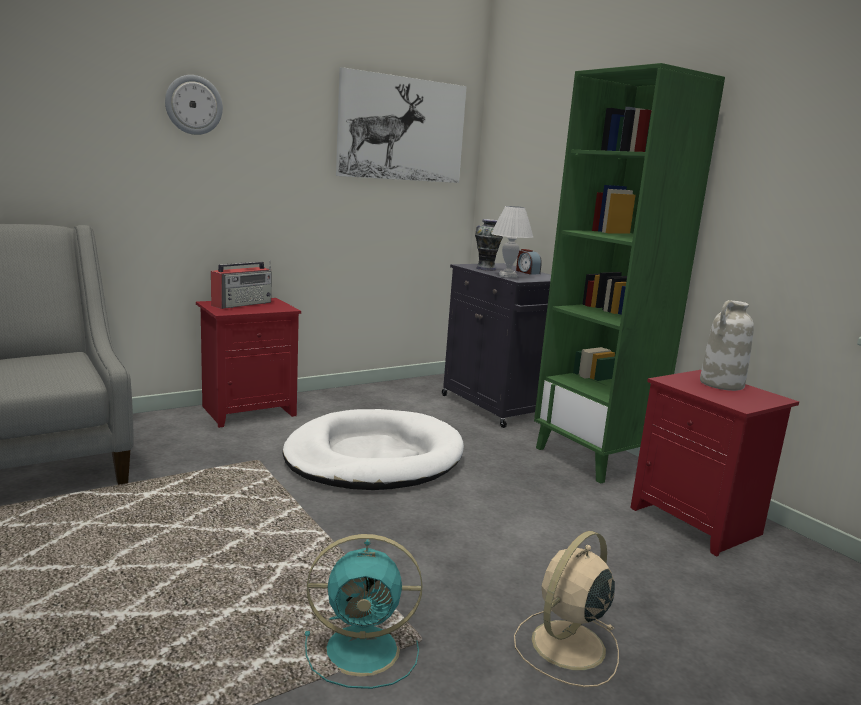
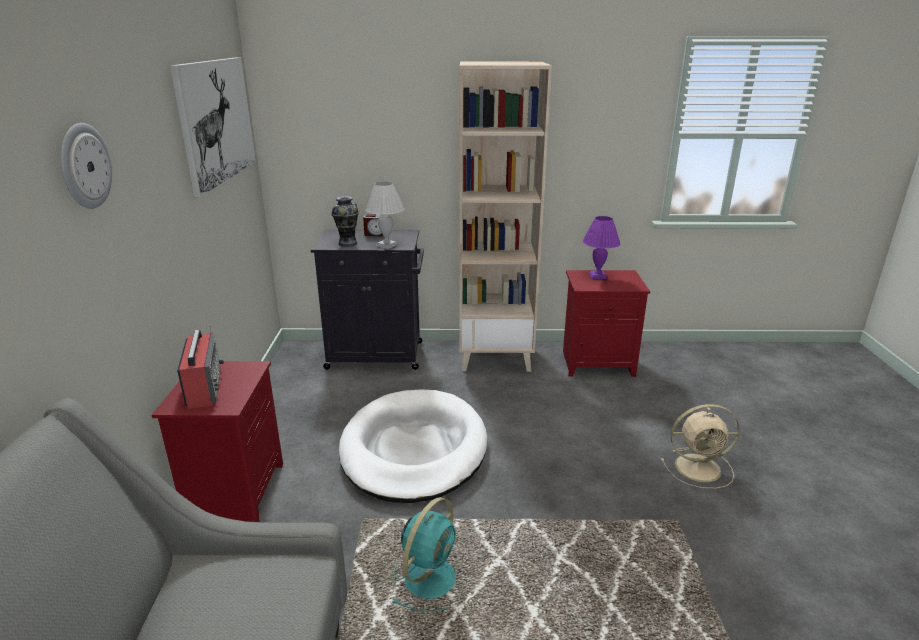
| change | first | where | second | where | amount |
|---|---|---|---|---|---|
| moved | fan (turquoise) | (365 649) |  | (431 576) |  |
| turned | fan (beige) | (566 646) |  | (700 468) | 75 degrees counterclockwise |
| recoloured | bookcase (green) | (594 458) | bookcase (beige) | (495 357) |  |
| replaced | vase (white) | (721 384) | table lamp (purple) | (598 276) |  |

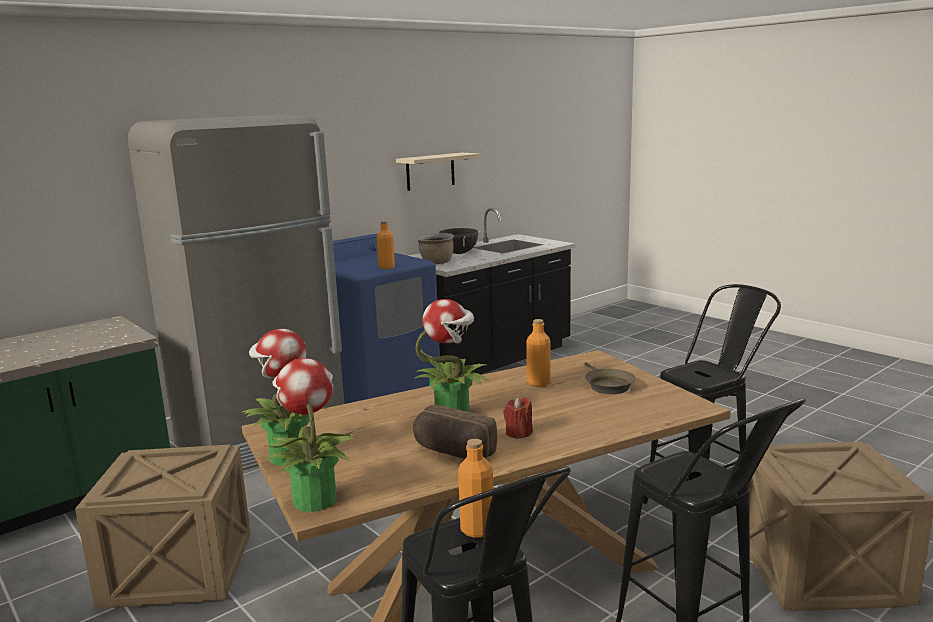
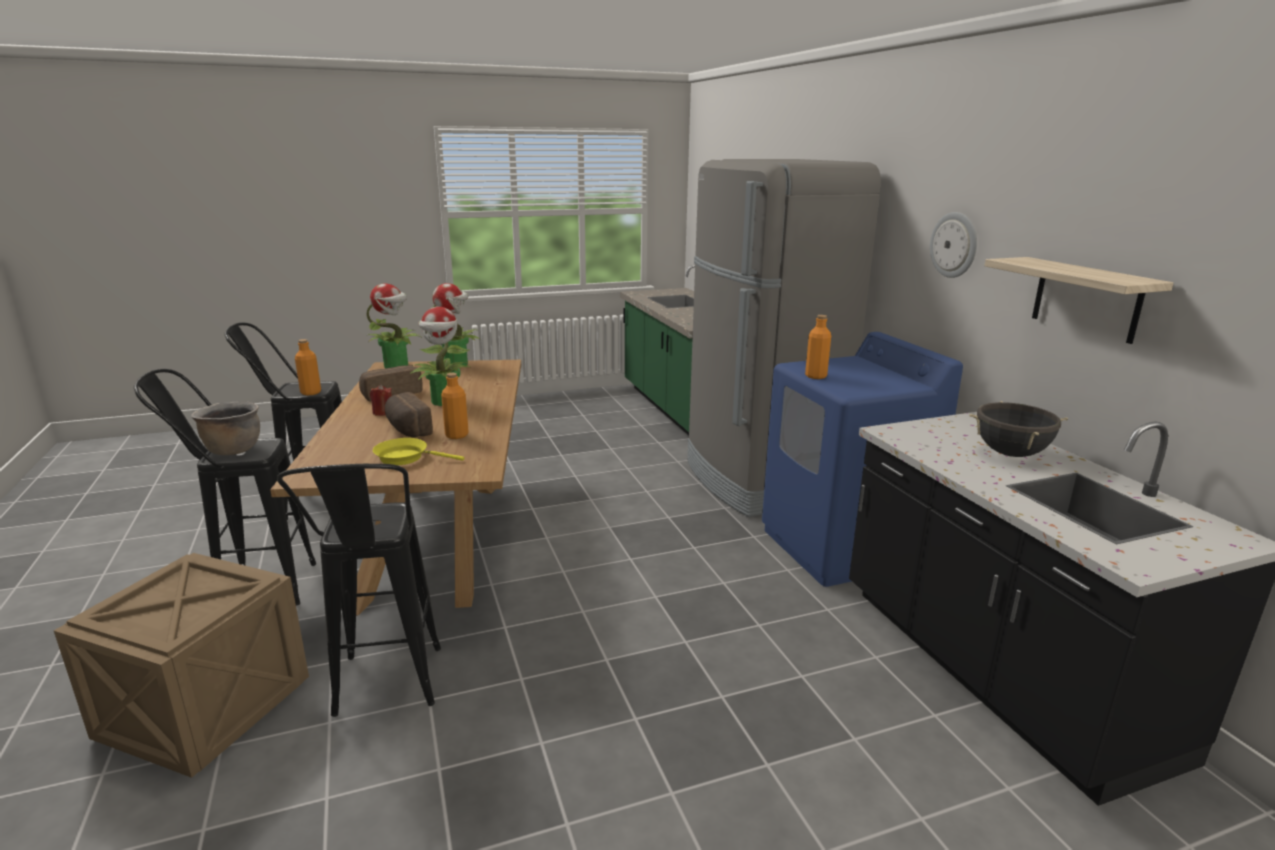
| change | first | where | second | where | amount |
|---|---|---|---|---|---|
| removed | crate | (176 571) |  |  |  |
| moved | cooking pot (brown) | (437 263) |  | (233 450) |  |
| recoloured | frying pan (brown) | (607 385) | frying pan (yellow) | (406 458) |  |
| added |  |  | bread | (407 429) |  |
| added |  |  | wall clock | (954 245) |  |

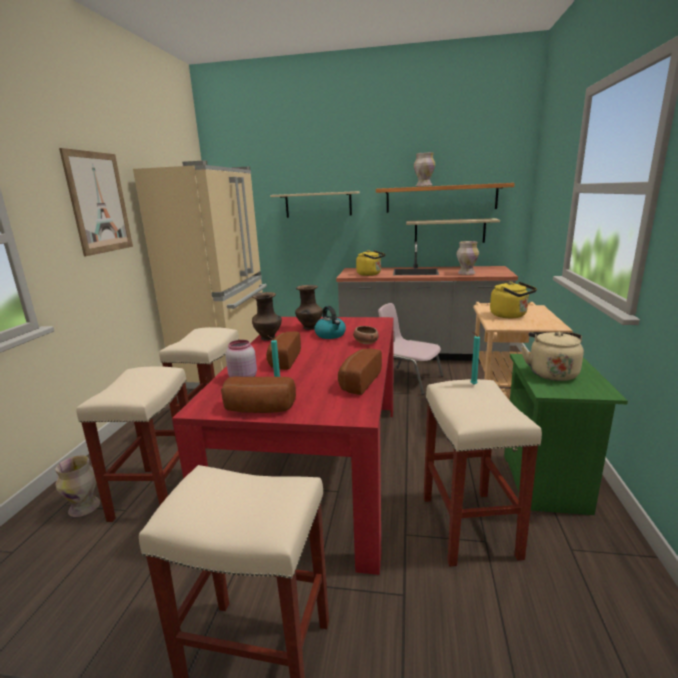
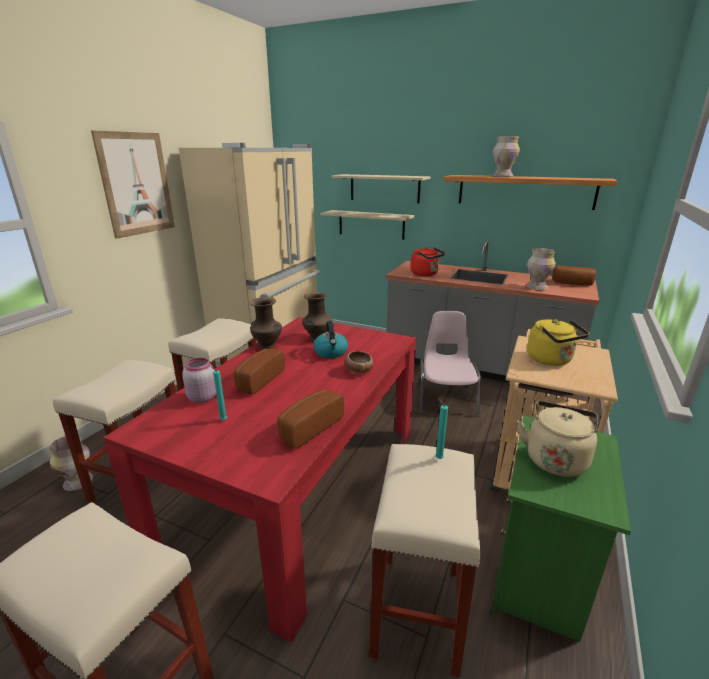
| change | first | where | second | where | amount |
|---|---|---|---|---|---|
| moved | bread | (258 410) |  | (572 284) |  |
| recoloured | kettle (yellow) | (370 274) | kettle (red) | (426 274) |  |
| turned | chair (pink) | (408 379) |  | (446 399) | 45 degrees clockwise |
| moved | shelf (beige) | (449 231) |  | (371 224) |  |

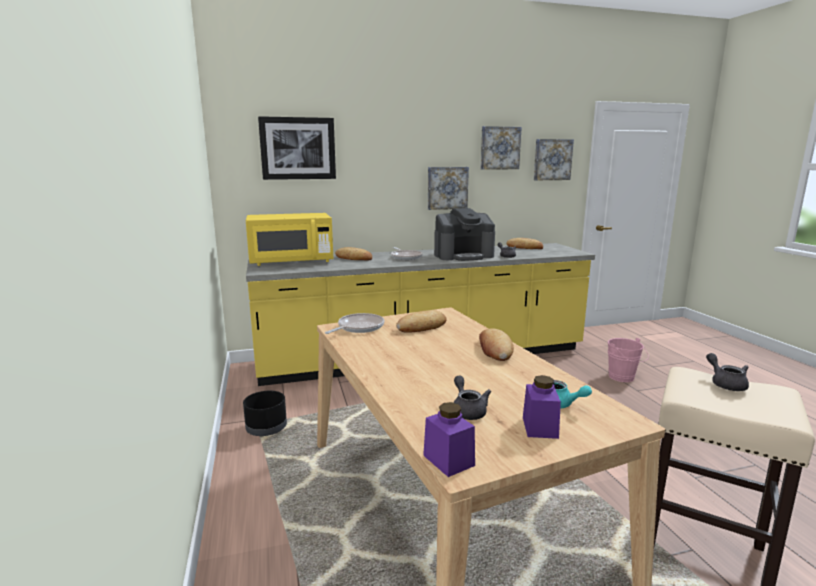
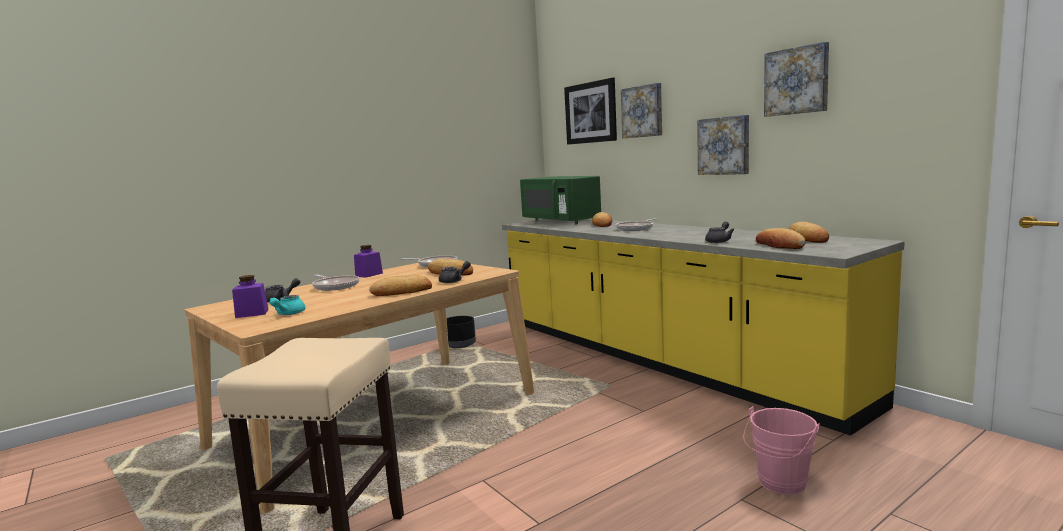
| change | first | where | second | where | amount |
|---|---|---|---|---|---|
| recoloured | microwave (yellow) | (291 262) | microwave (green) | (561 221) |  |
| moved | jar (purple) | (448 460) |  | (369 274) |  |
| removed | coffee machine | (463 255) |  |  |  |
| moved | picture | (552 159) |  | (643 111) |  |
| moved | teapot (grey) | (726 384) |  | (454 281) |  |
| added |  |  | frying pan | (335 286) |  |
| added |  |  | bread | (780 245) |  |

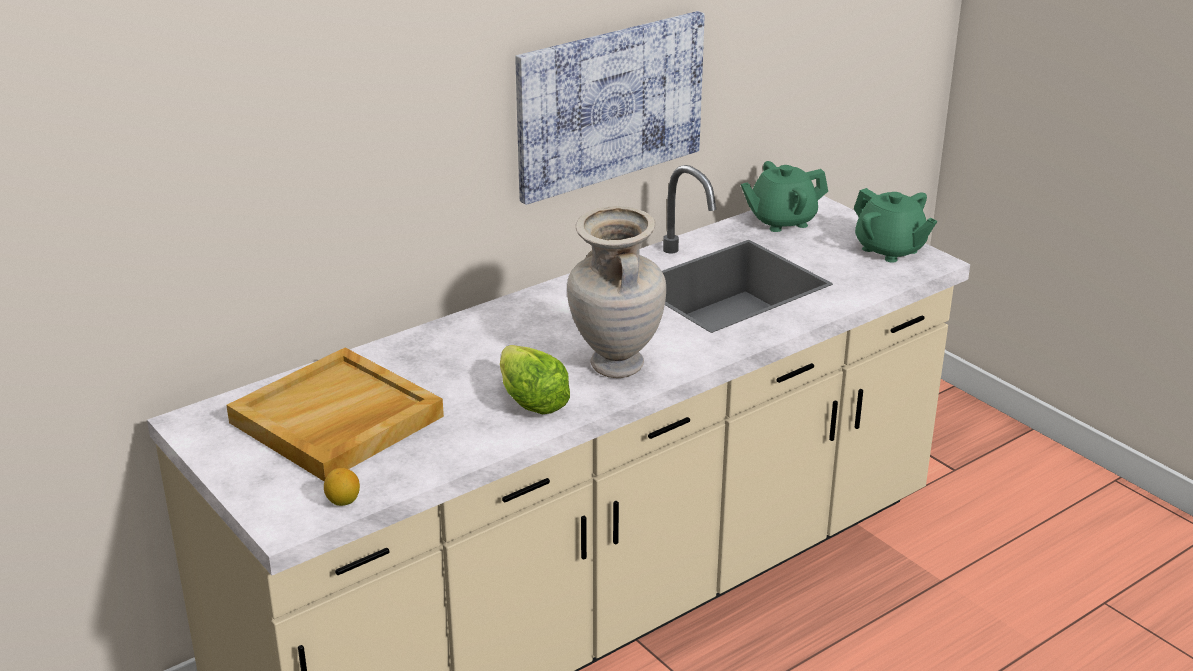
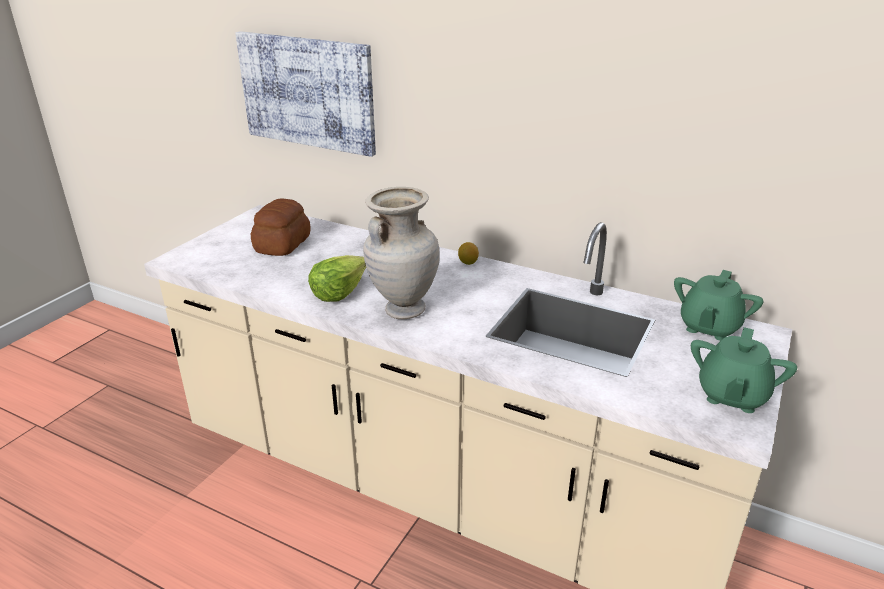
| change | first | where | second | where | amount |
|---|---|---|---|---|---|
| replaced | tray (beige) | (336 420) | bread | (281 244) |  |
| moved | lemon | (343 501) |  | (468 262) |  |
| moved | picture | (609 104) |  | (307 92) |  |
| turned | teapot (green) | (781 221) |  | (708 327) | 105 degrees counterclockwise |

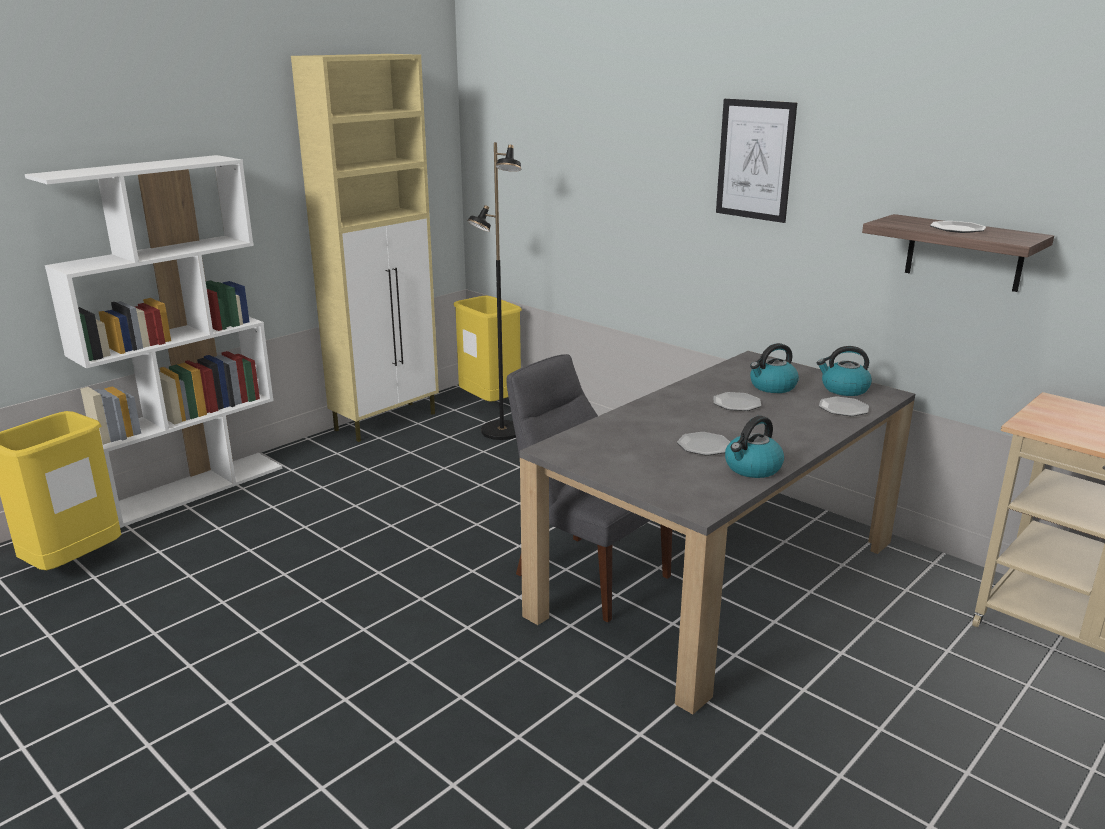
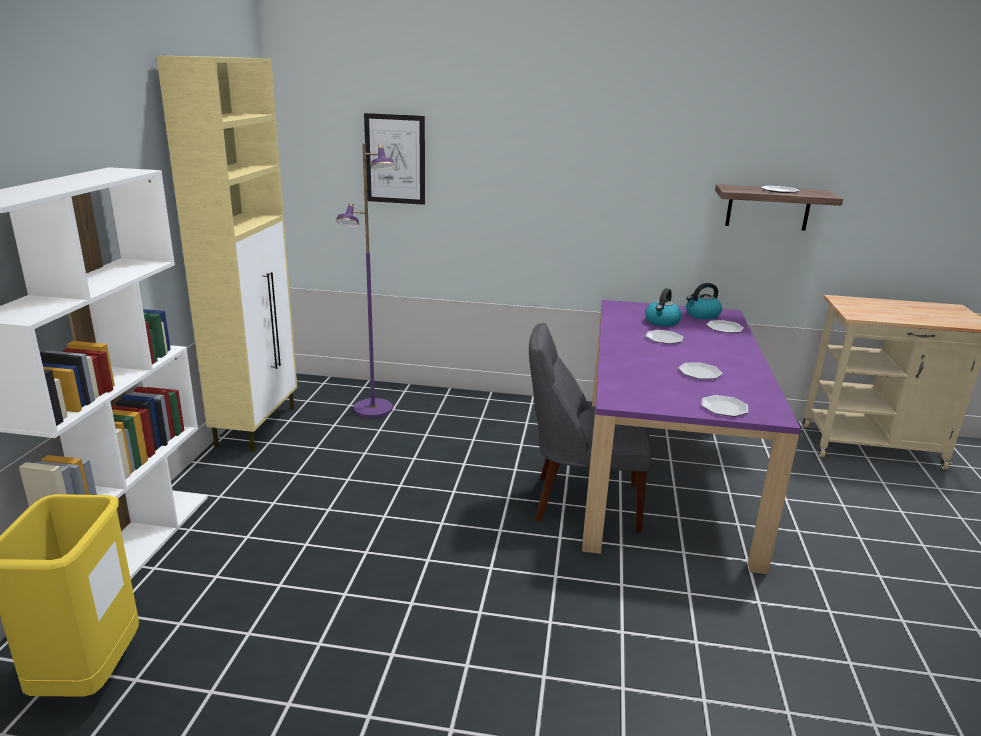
| change | first | where | second | where | amount |
|---|---|---|---|---|---|
| removed | trash can (yellow) | (490 403) |  |  |  |
| recoloured | floor lamp (black) | (501 431) | floor lamp (purple) | (373 409) |  |
| recoloured | dining table (grey) | (717 576) | dining table (purple) | (662 474) |  |
| moved | picture | (755 160) |  | (395 159) |  |
| removed | kettle | (752 468) |  |  |  |
| added |  |  | plate | (724 408) |  |

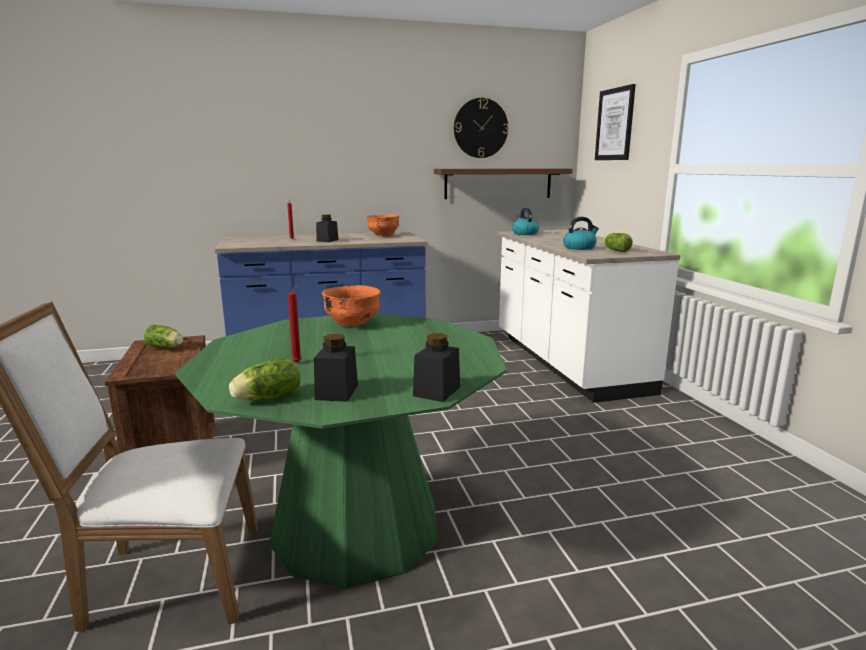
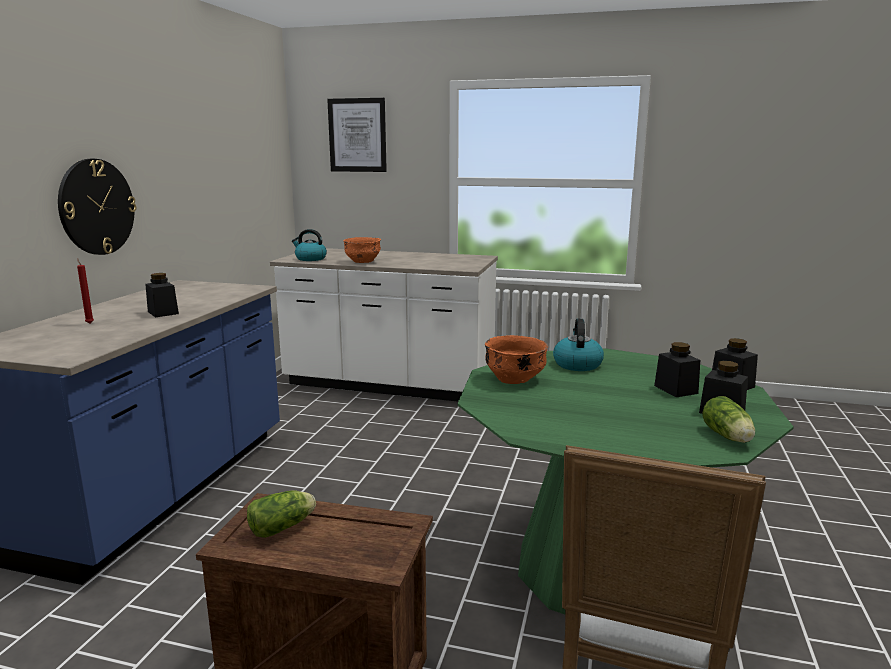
| change | first | where | second | where | amount |
|---|---|---|---|---|---|
| removed | candle (red) | (298 362) |  |  |  |
| moved | bowl (orange) | (383 235) |  | (363 262) |  |
| removed | shelf (brown) | (498 183) |  |  |  |
| moved | wall clock | (480 128) |  | (96 207) |  |
| moved | kettle | (579 248) |  | (577 364) |  |
| removed | lettuce | (615 250) |  |  |  |
| added |  |  | jar (black) | (675 389) |  |

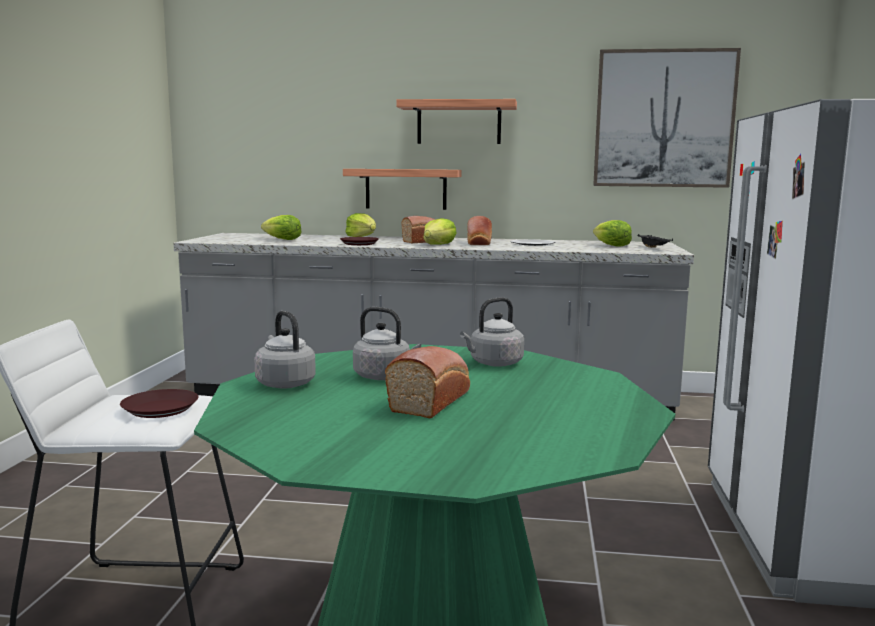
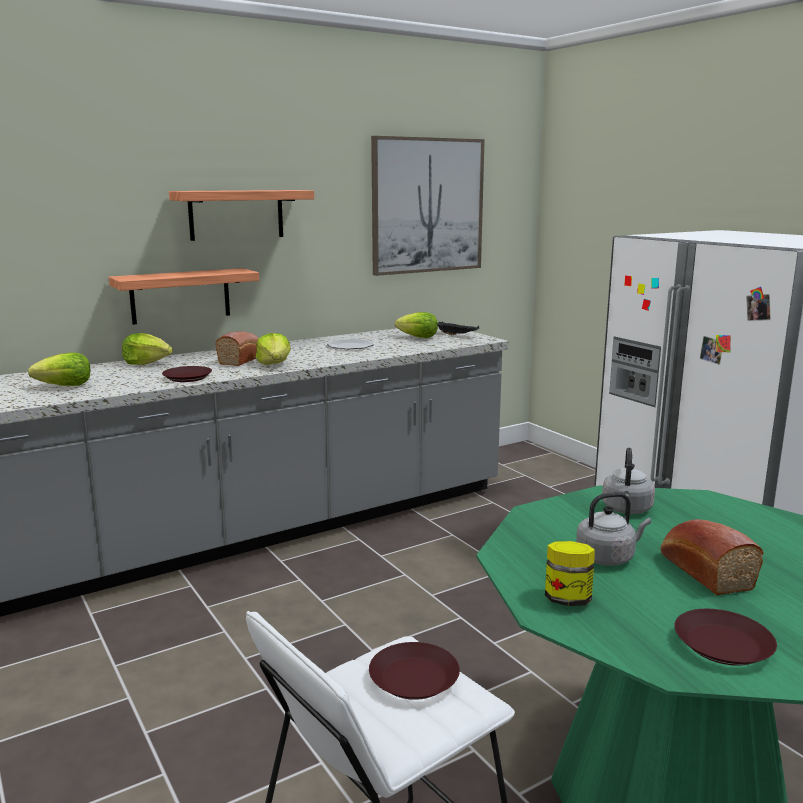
| change | first | where | second | where | amount |
|---|---|---|---|---|---|
| replaced | kettle (grey) | (284 383) | jar | (567 599) |  |
| removed | bread | (479 243) |  |  |  |
| added |  |  | plate (brown) | (723 644) |  |

